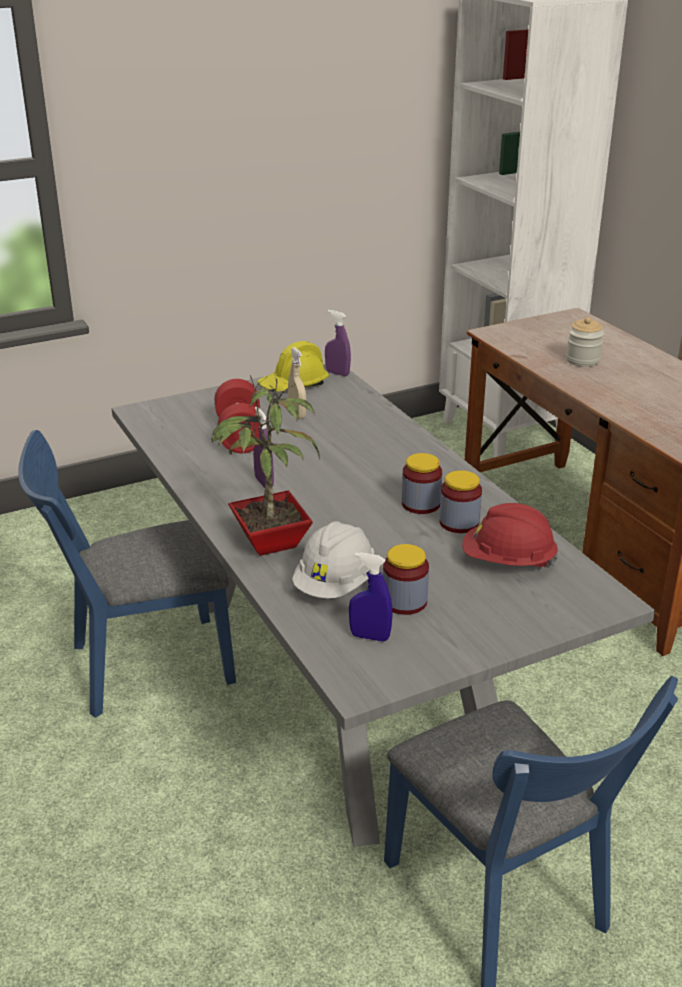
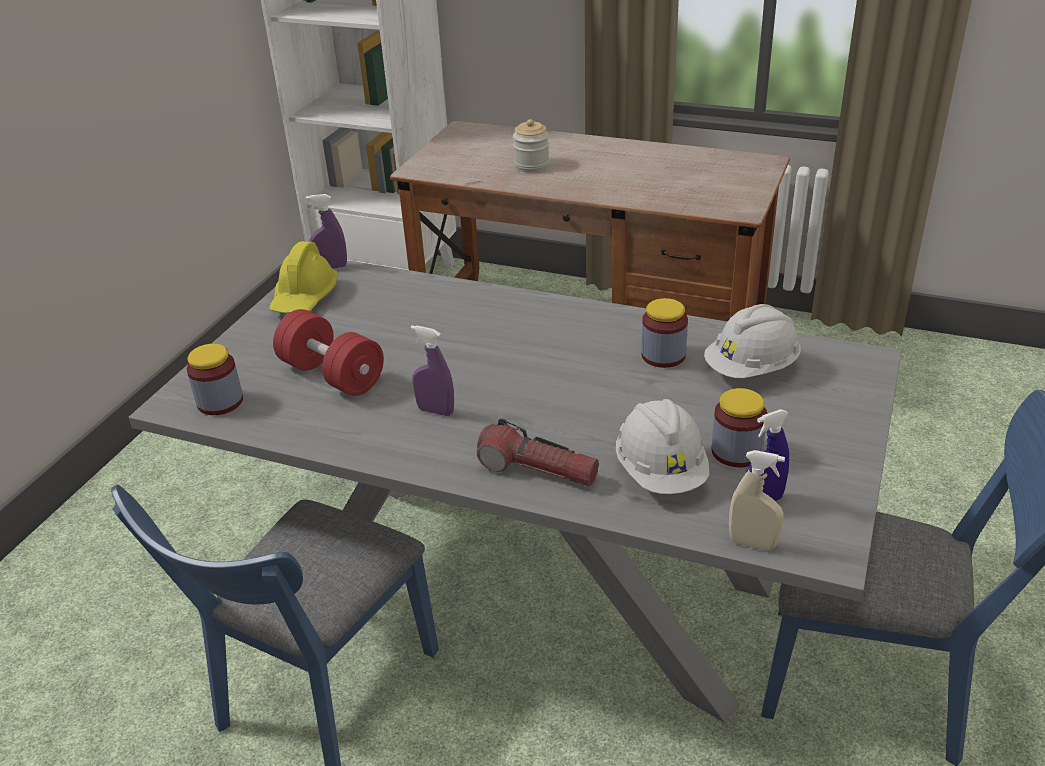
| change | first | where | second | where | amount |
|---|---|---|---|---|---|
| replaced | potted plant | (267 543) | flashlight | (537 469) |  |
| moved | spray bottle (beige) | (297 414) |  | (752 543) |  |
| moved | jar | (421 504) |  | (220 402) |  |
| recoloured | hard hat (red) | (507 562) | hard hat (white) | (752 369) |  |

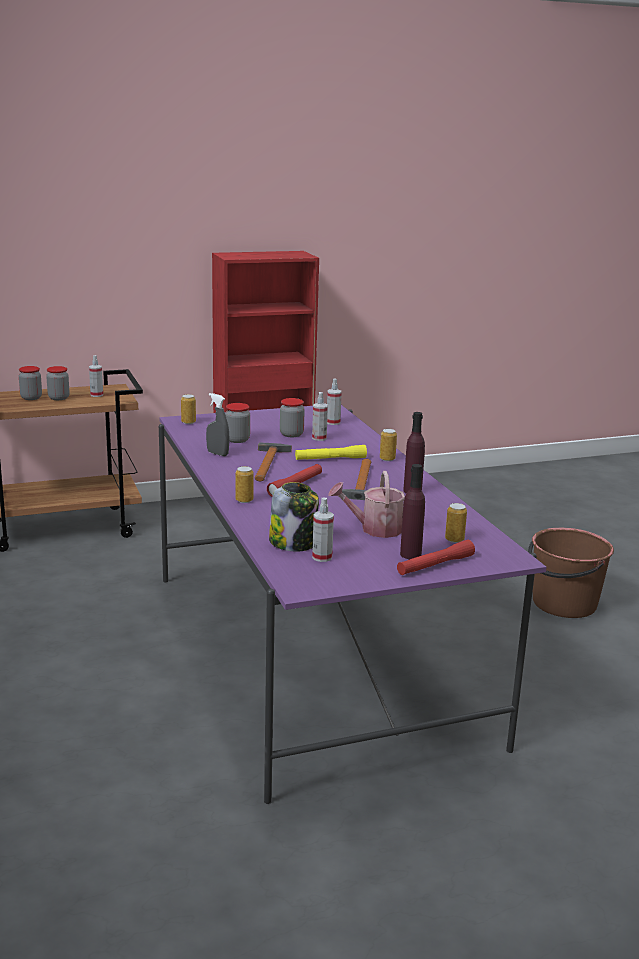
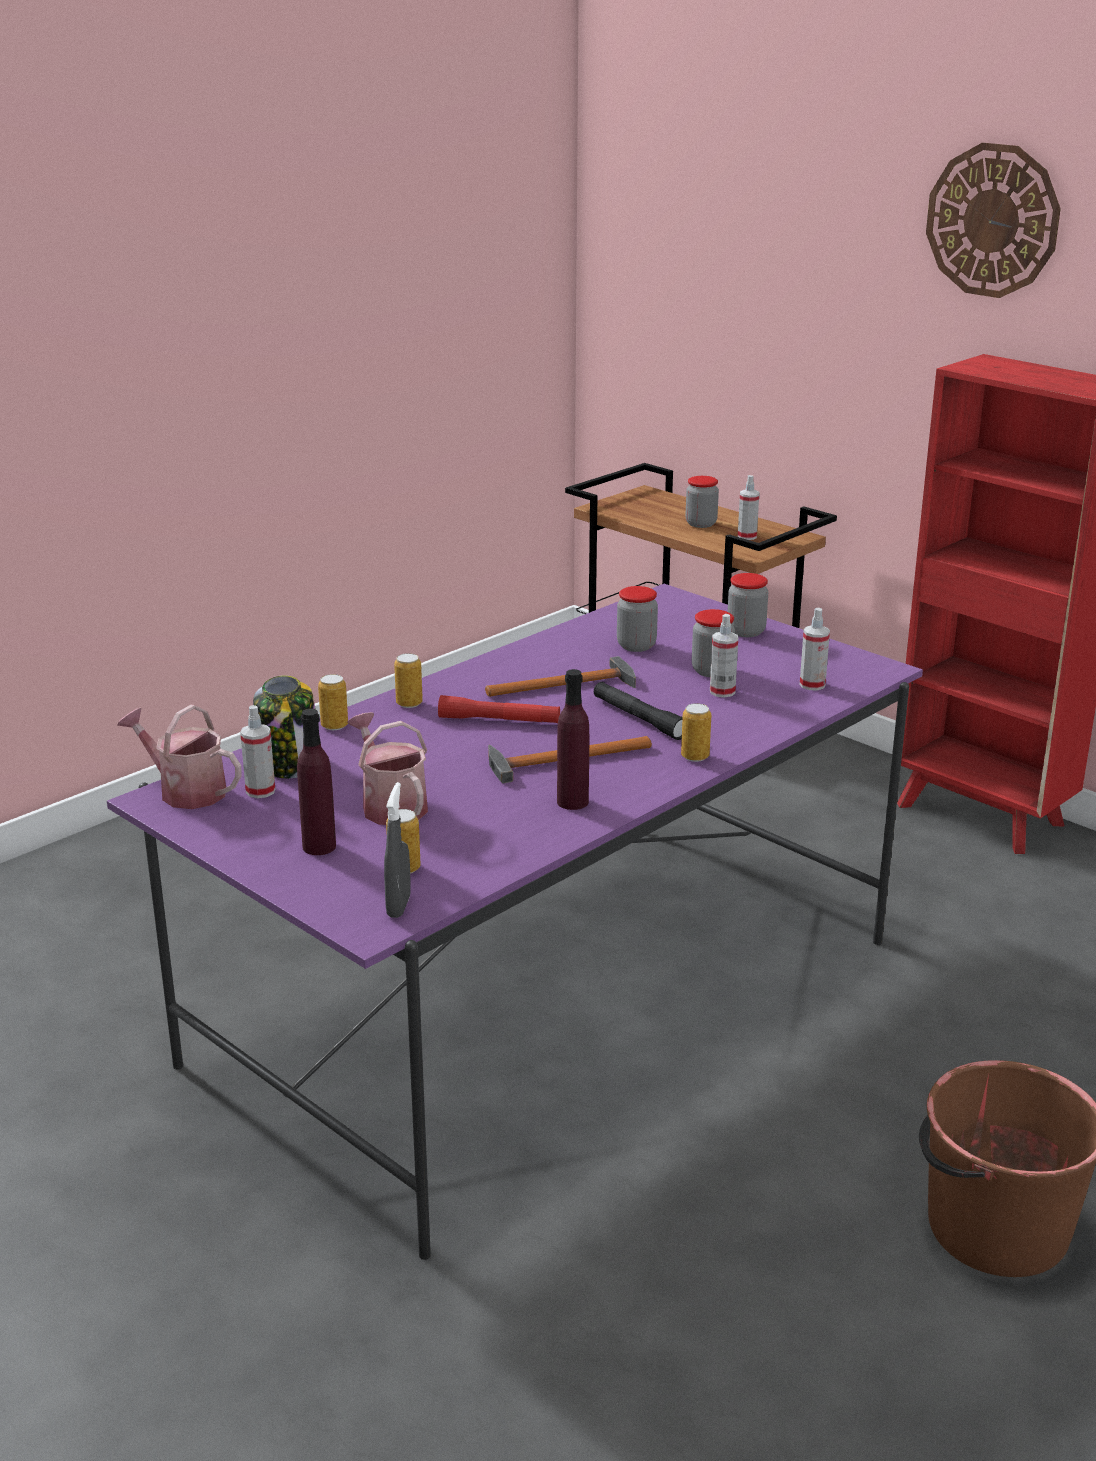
| change | first | where | second | where | amount |
|---|---|---|---|---|---|
| moved | jar | (31 398) |  | (746 631) |  |
| moved | can | (188 422) |  | (334 726) |  |
| moved | spray bottle (grey) | (217 454) |  | (398 906) |  |
| recoloured | flashlight (yellow) | (330 459) | flashlight (black) | (639 719) |  |
| removed | flashlight (red) | (435 565) |  |  |  |
| added |  |  | watering can | (185 791) |  |
| added |  |  | wall clock | (992 220) |  |

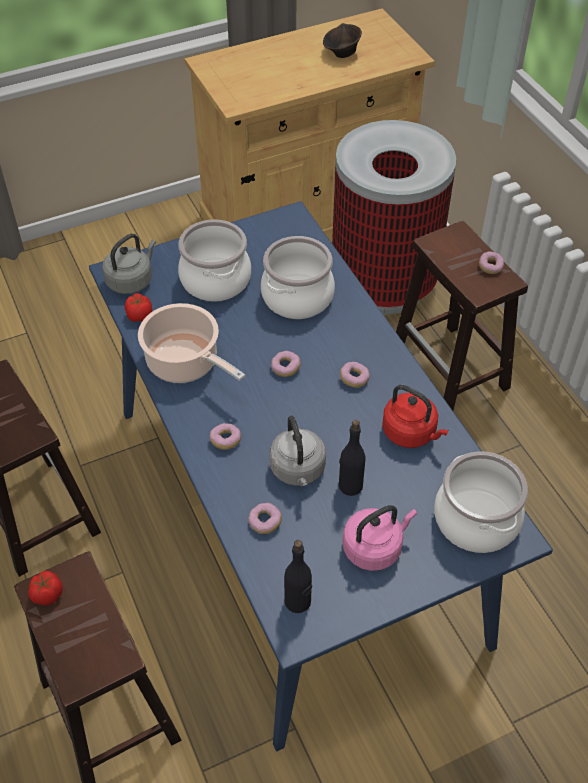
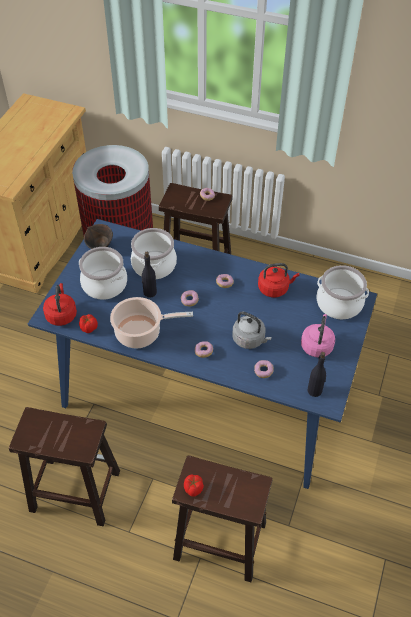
| change | first | where | second | where | amount |
|---|---|---|---|---|---|
| recoloured | kettle (grey) | (131 280) | kettle (red) | (61 314) |  |
| moved | bowl (brown) | (342 54) |  | (100 246) |  |
| moved | bottle (black) | (350 485) |  | (149 292) |  |

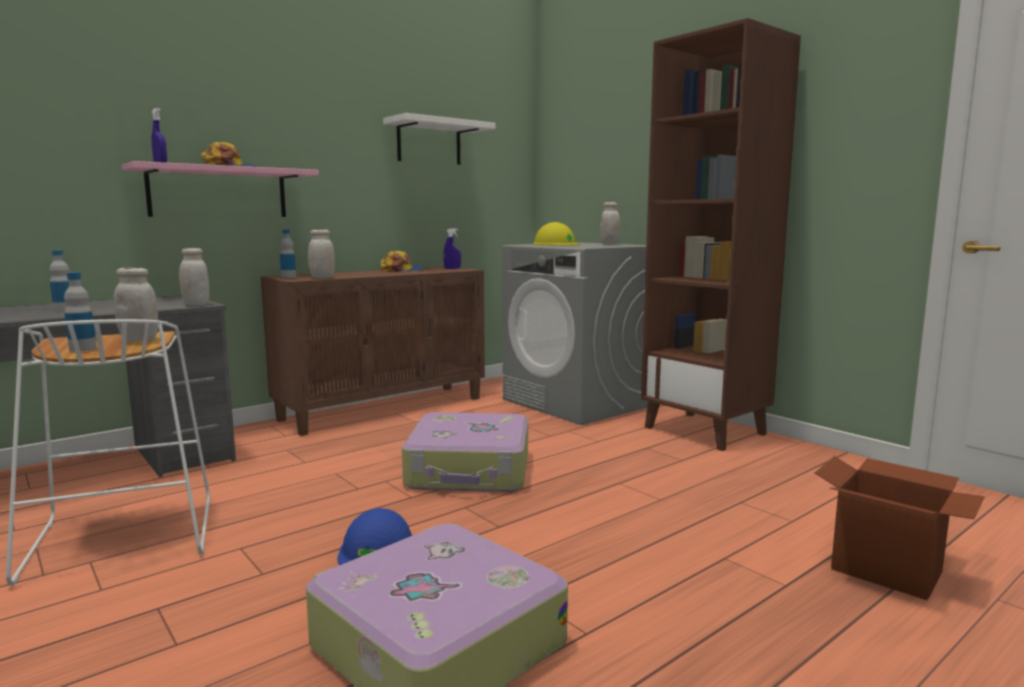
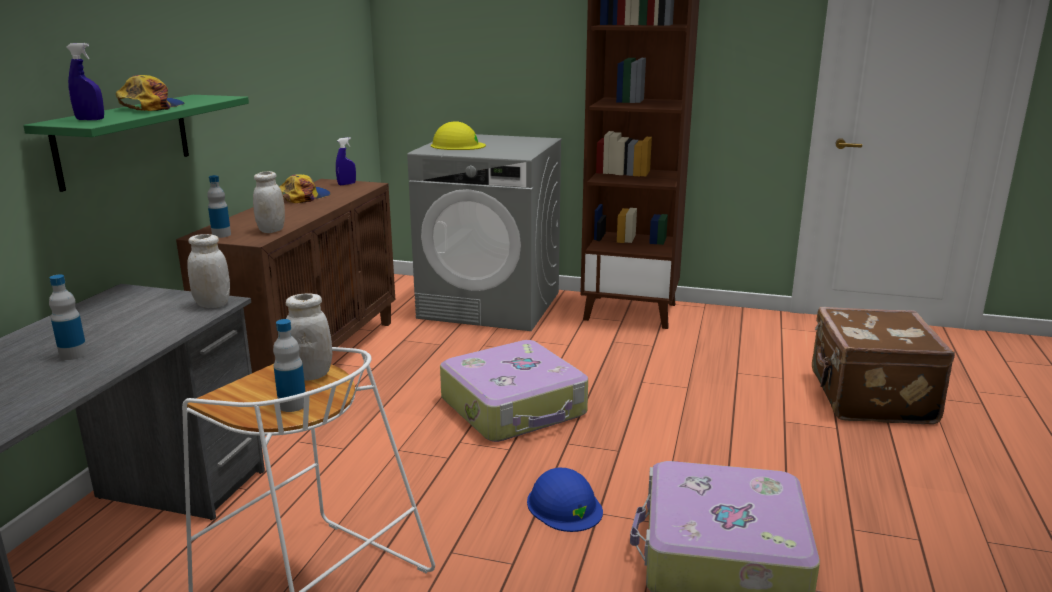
| change | first | where | second | where | amount |
|---|---|---|---|---|---|
| recoloured | shelf (pink) | (218 192) | shelf (green) | (124 140) |  |
| removed | shelf (white) | (429 142) |  |  |  |
| removed | jar (white) | (609 244) |  |  |  |
| replaced | cardboard box | (887 571) | suitcase (brown) | (868 398) |  |

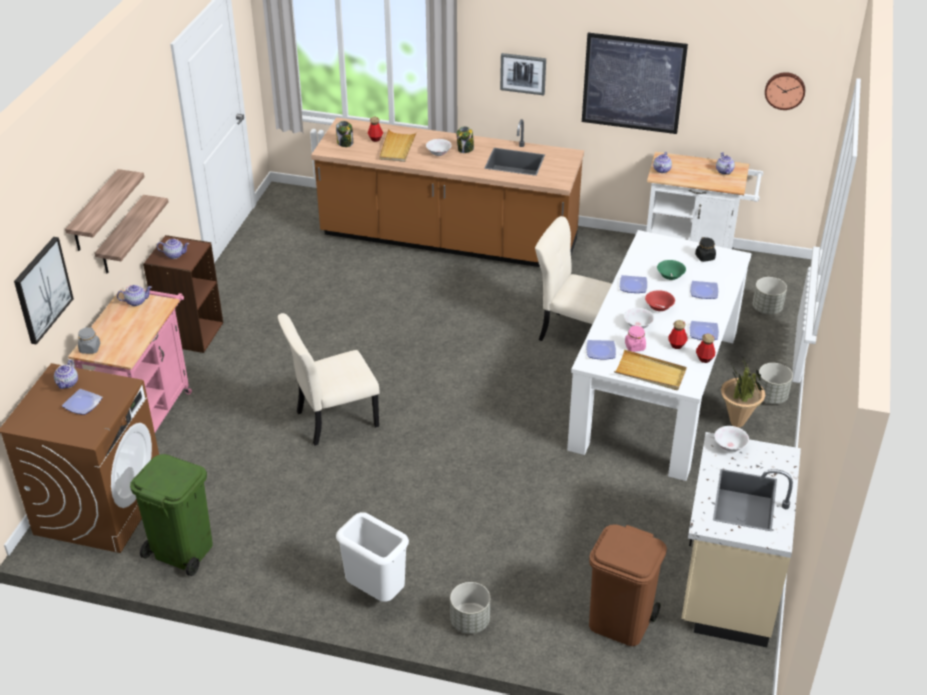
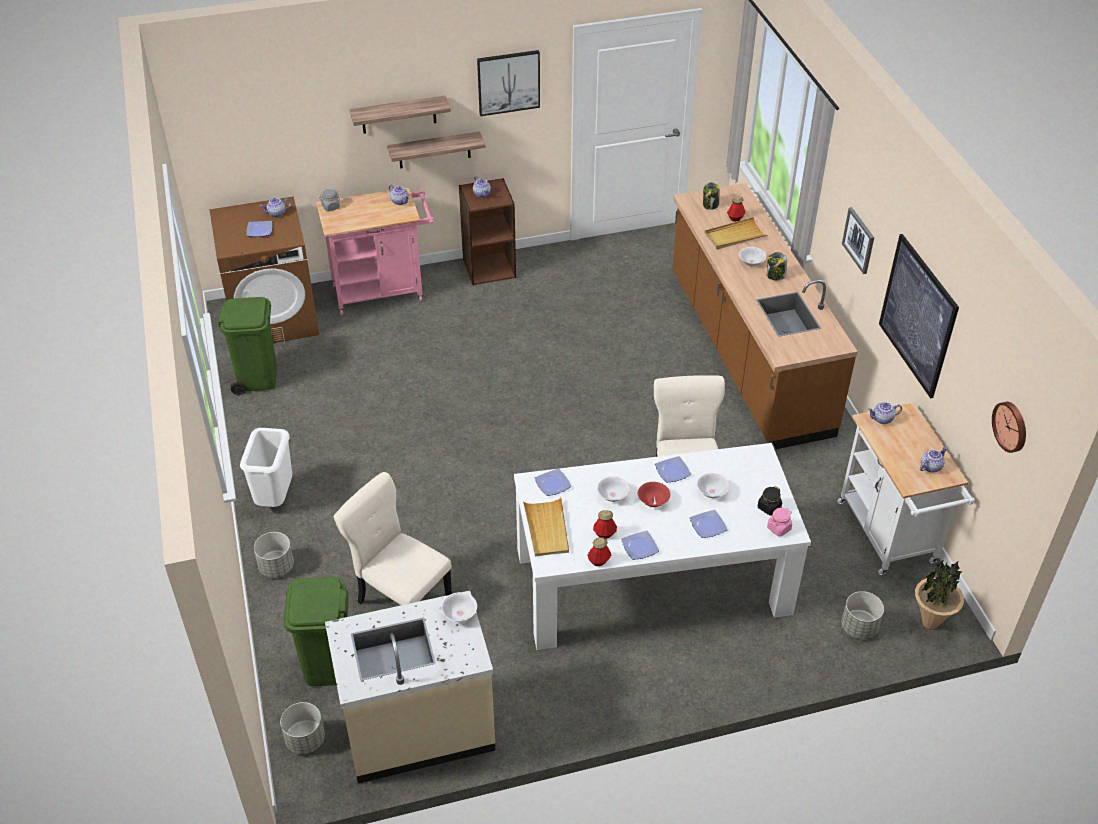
| change | first | where | second | where | amount |
|---|---|---|---|---|---|
| moved | picture | (42 289) |  | (508 82) |  |
| moved | chair (beige) | (333 419) |  | (401 598) |  |
| recoloured | trash can (brown) | (620 622) | trash can (green) | (329 665) |  |
| moved | jar (pink) | (634 346) |  | (779 528) |  |
| recoloured | bowl (green) | (670 276) | bowl (white) | (711 492) |  |
| moved | potted plant | (737 423) |  | (930 623) |  |
| moved | planter (grey) | (771 397) |  | (305 740) |  |

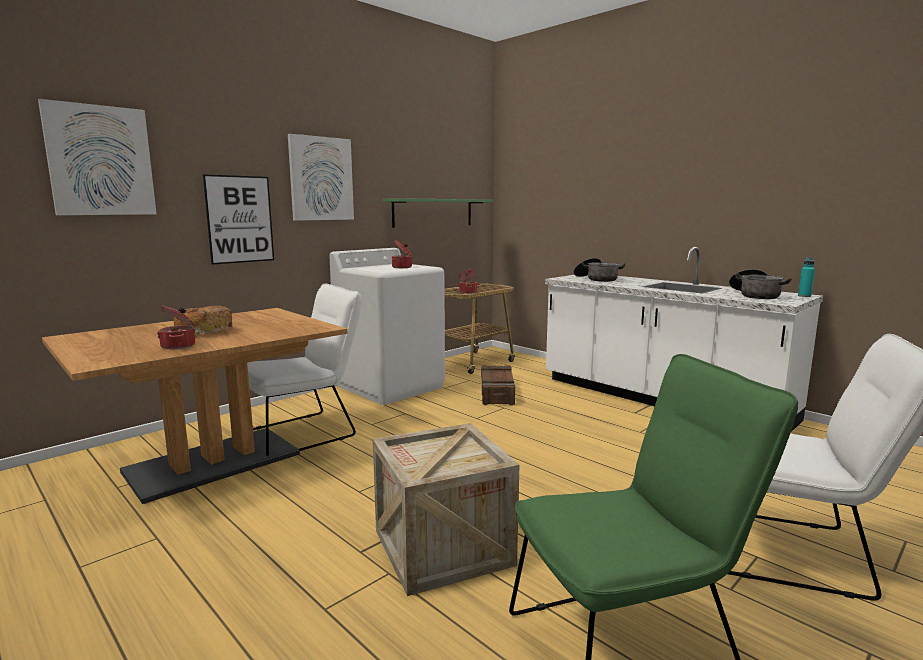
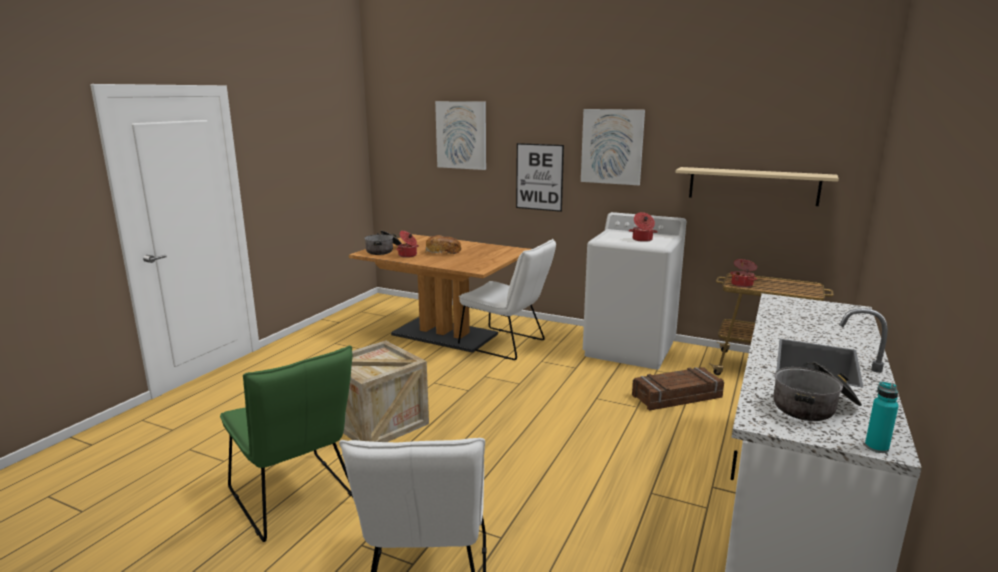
| change | first | where | second | where | amount |
|---|---|---|---|---|---|
| recoloured | shelf (green) | (433 212) | shelf (beige) | (753 186) |  |
| moved | cooking pot | (596 279) |  | (384 250) |  |

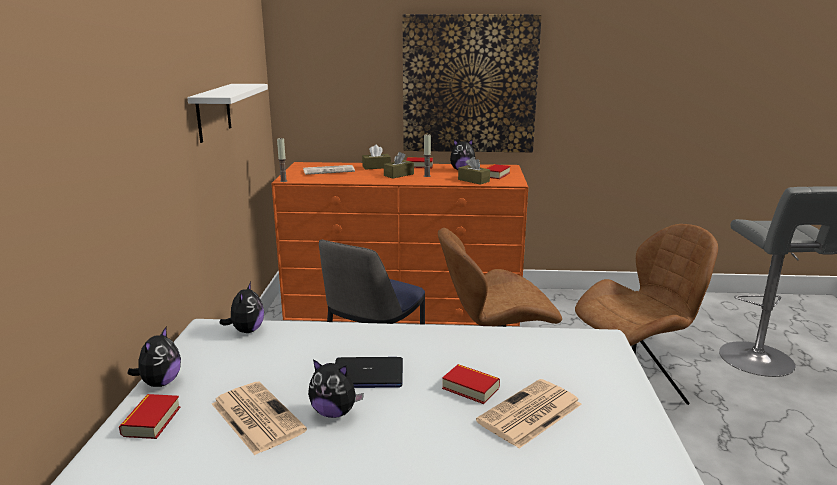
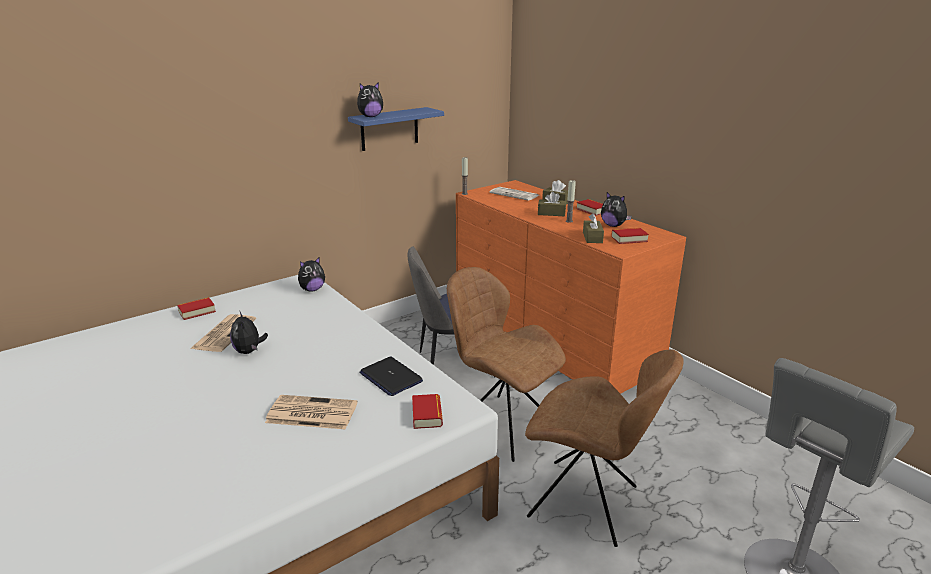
| change | first | where | second | where | amount |
|---|---|---|---|---|---|
| moved | plush toy | (160 383) |  | (370 117) |  |
| recoloured | shelf (white) | (213 112) | shelf (blue) | (389 129) |  |
| moved | laptop | (367 374) |  | (390 377) |  |
| removed | picture | (469 85) |  |  |  |
| moved | book | (470 388) |  | (427 415) |  |

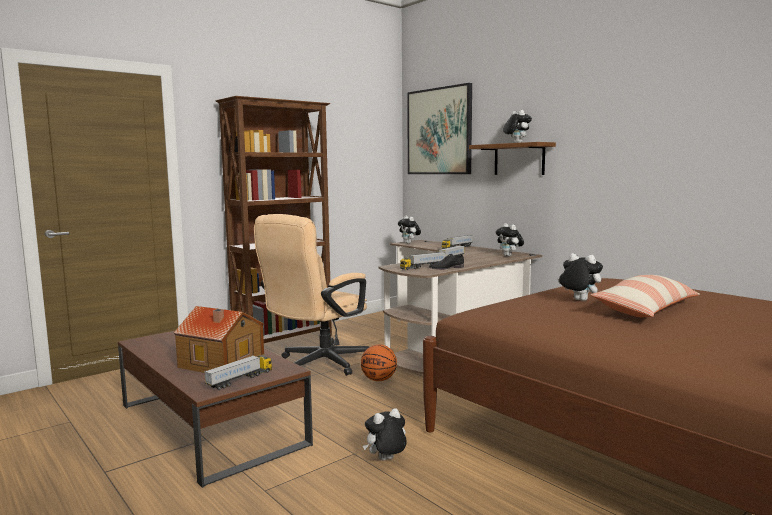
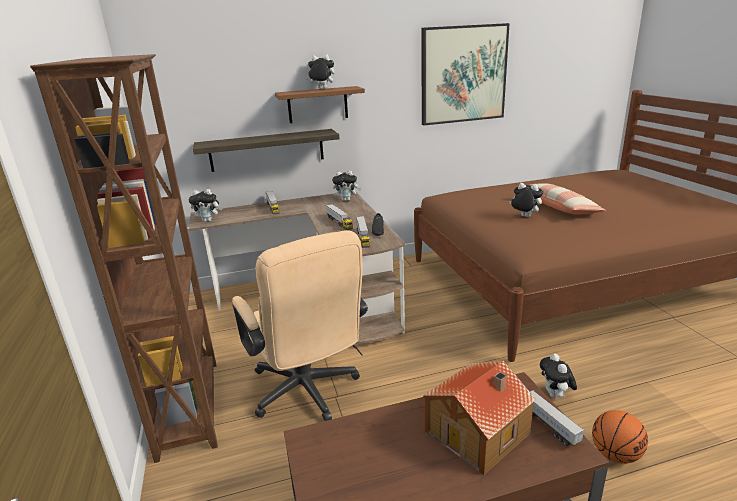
| change | first | where | second | where | amount |
|---|---|---|---|---|---|
| moved | basketball | (379 380) |  | (615 455) |  |
| moved | picture | (439 131) |  | (463 74) |  |
| turned | plush toy | (578 300) |  | (524 217) | 60 degrees clockwise |
| added |  |  | shelf | (267 150) |  |

